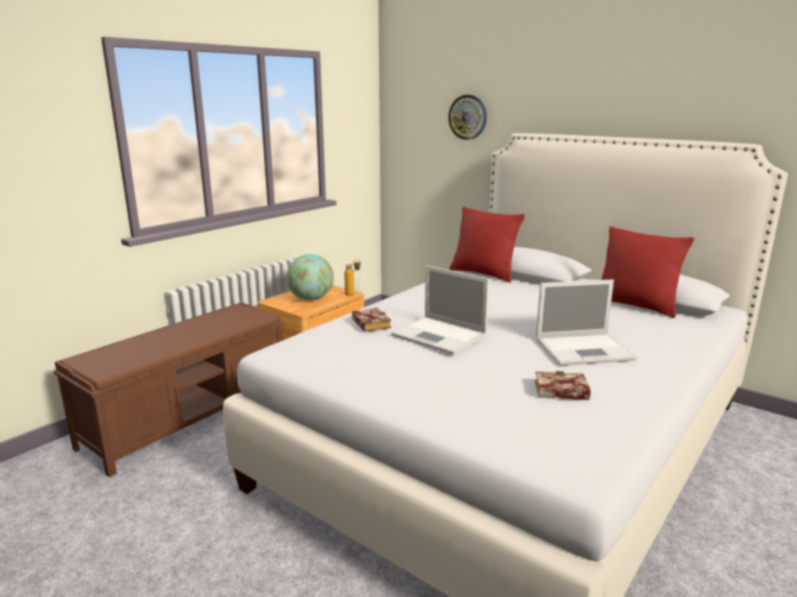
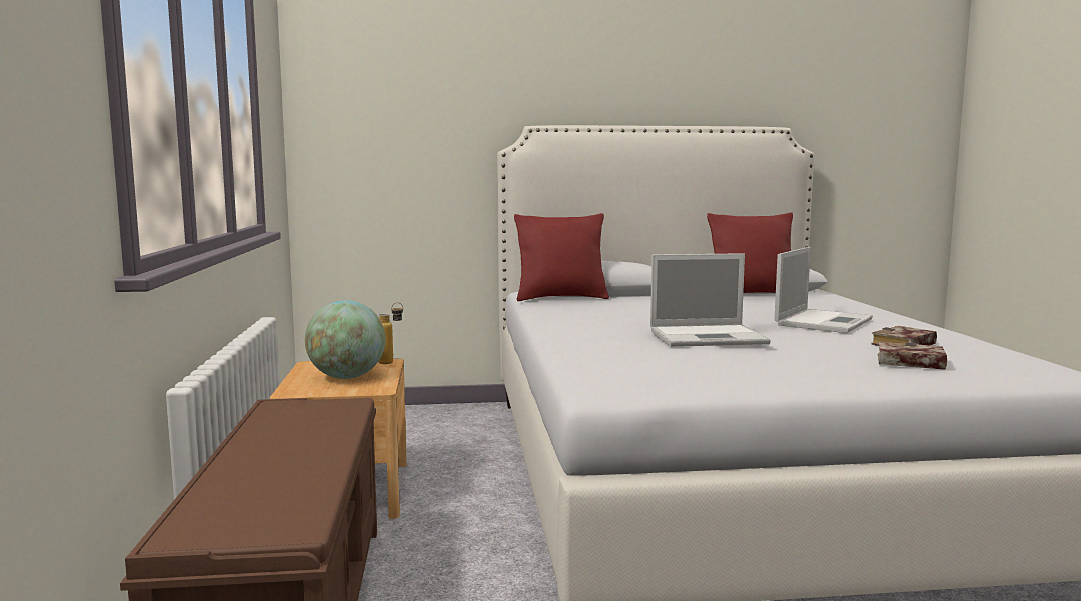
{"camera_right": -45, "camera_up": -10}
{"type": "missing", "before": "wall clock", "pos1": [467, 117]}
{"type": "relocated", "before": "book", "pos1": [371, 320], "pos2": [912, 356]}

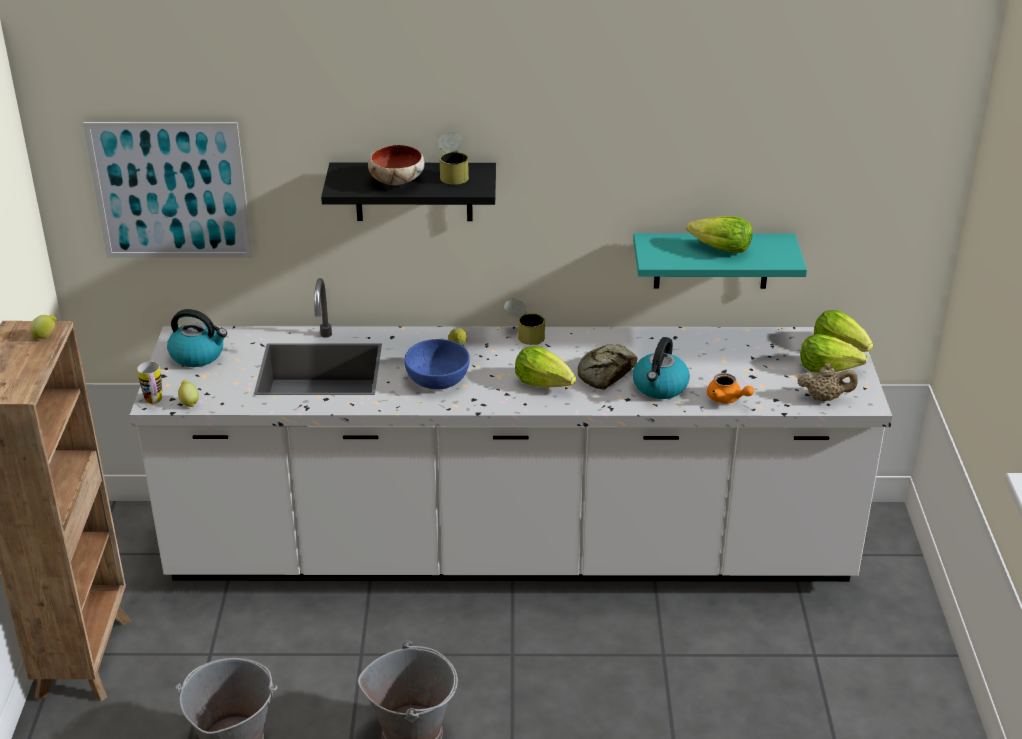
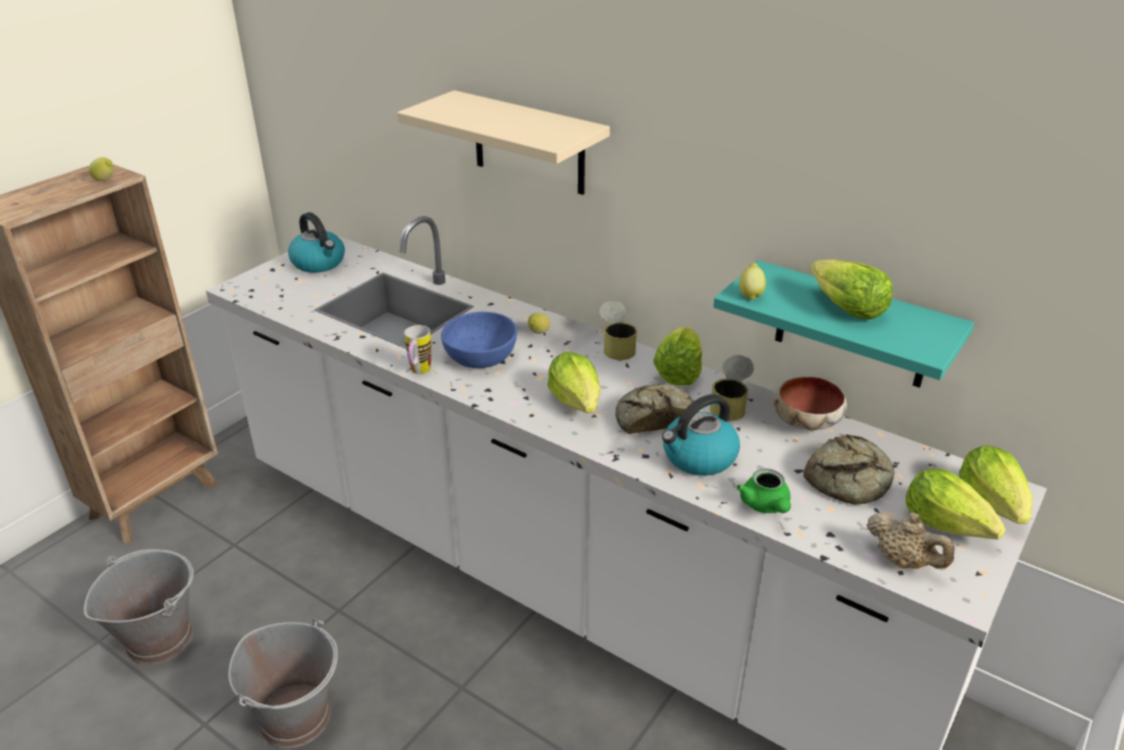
{"camera_right": 35, "camera_up": 0}
{"type": "missing", "before": "picture", "pos1": [168, 190]}
{"type": "relocated", "before": "can", "pos1": [453, 159], "pos2": [731, 388]}
{"type": "relocated", "before": "bowl", "pos1": [396, 165], "pos2": [810, 403]}
{"type": "colour", "before": "shelf in black", "after": "shelf in beige", "pos1": [408, 192], "pos2": [503, 142]}
{"type": "relocated", "before": "mug", "pos1": [149, 383], "pos2": [417, 349]}
{"type": "colour", "before": "teapot in orange", "after": "teapot in green", "pos1": [730, 388], "pos2": [763, 491]}
{"type": "relocated", "before": "lemon", "pos1": [188, 393], "pos2": [752, 281]}
{"type": "appeared", "after": "lettuce", "pos2": [677, 356]}
{"type": "appeared", "after": "bread", "pos2": [849, 469]}

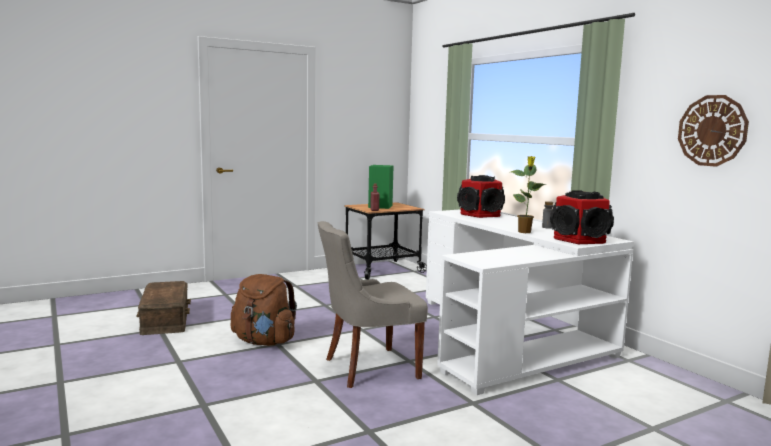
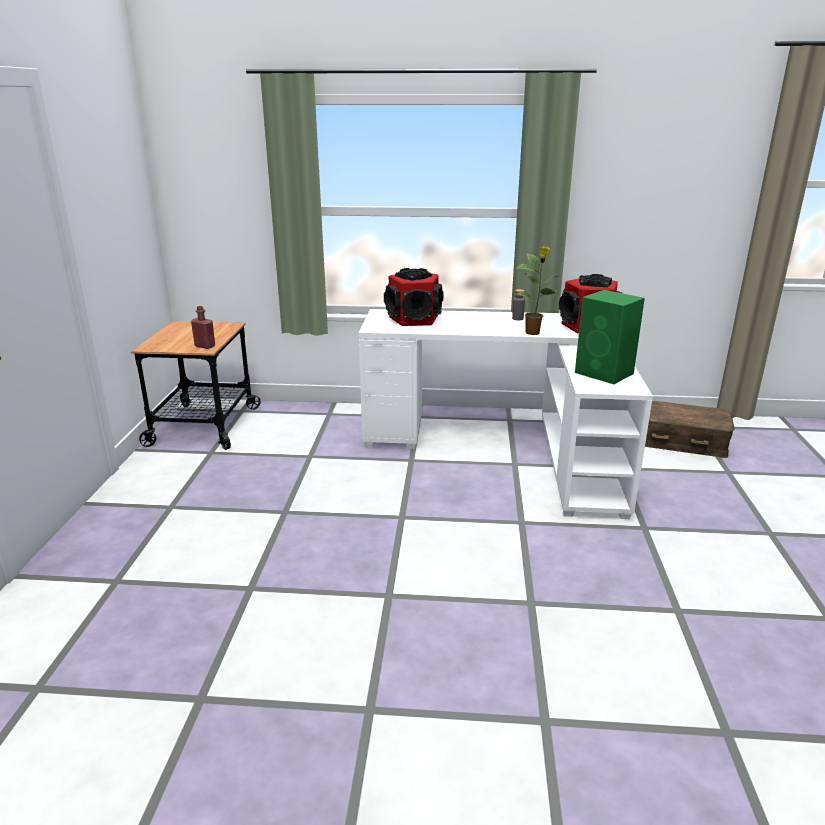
{"camera_right": -55, "camera_up": 15}
{"type": "missing", "before": "wall clock", "pos1": [713, 131]}
{"type": "relocated", "before": "speaker in green", "pos1": [380, 187], "pos2": [610, 337]}
{"type": "missing", "before": "chair in grey", "pos1": [373, 304]}
{"type": "missing", "before": "backpack in brown", "pos1": [264, 310]}
{"type": "relocated", "before": "storage box in brown", "pos1": [164, 308], "pos2": [690, 429]}

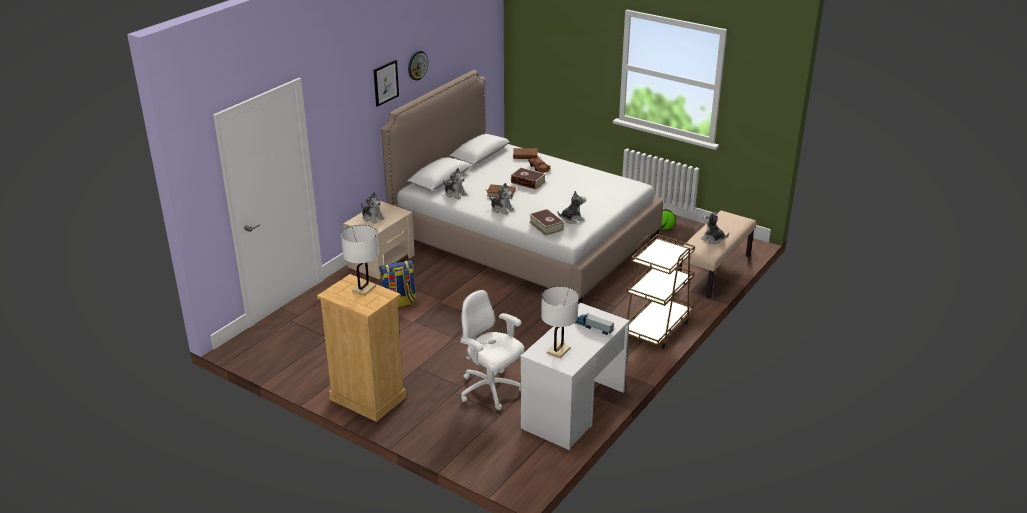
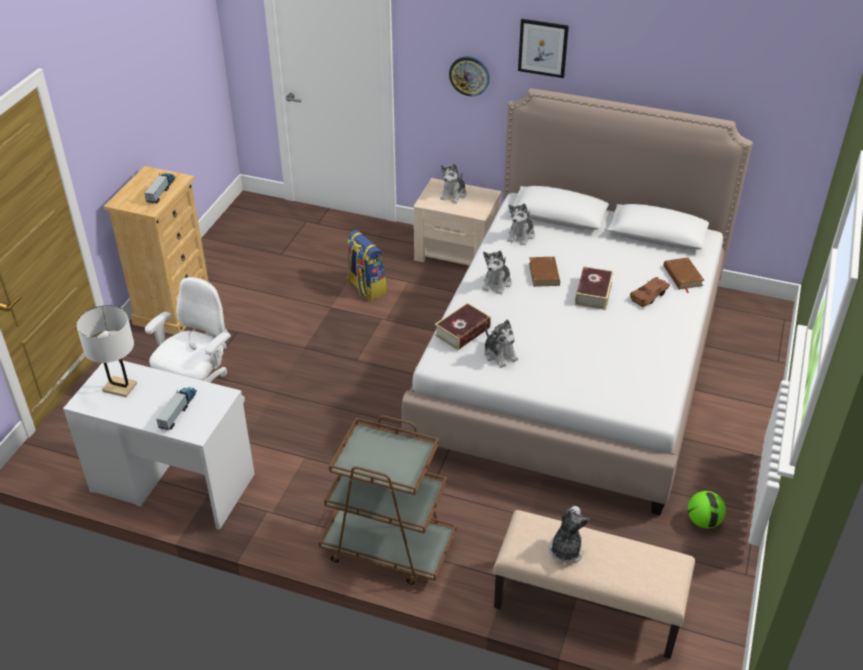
{"camera_right": 75, "camera_up": 10}
{"type": "relocated", "before": "wall clock", "pos1": [418, 66], "pos2": [469, 76]}
{"type": "exchanged", "before": "table lamp in white", "after": "toy truck", "pos1": [360, 260], "pos2": [160, 188]}

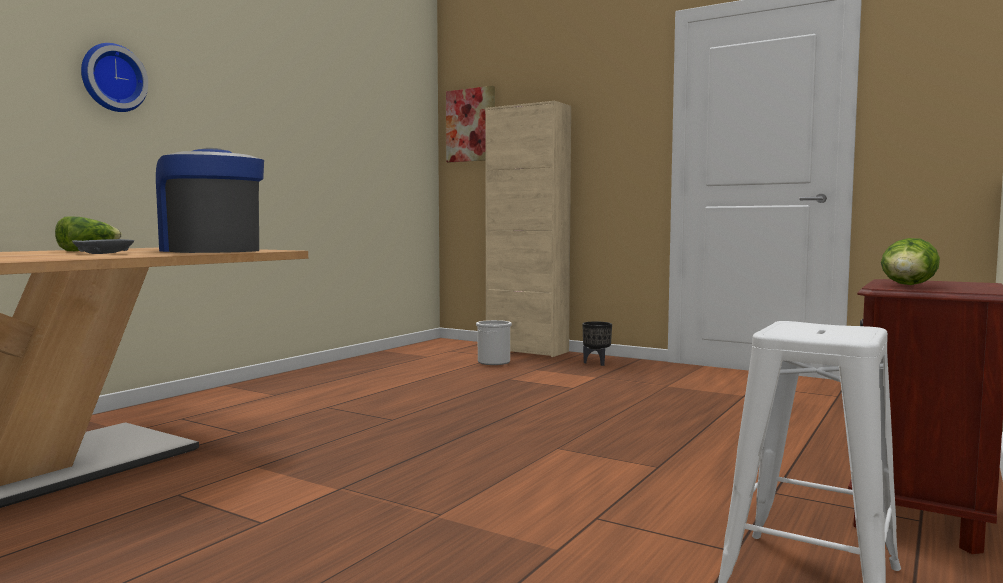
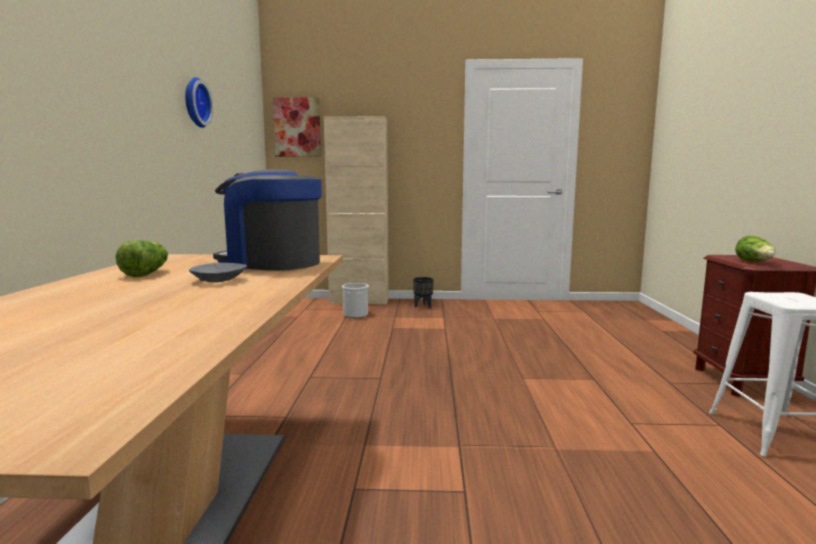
{"camera_right": -30, "camera_up": 5}
{"type": "relocated", "before": "wall clock", "pos1": [114, 77], "pos2": [199, 102]}

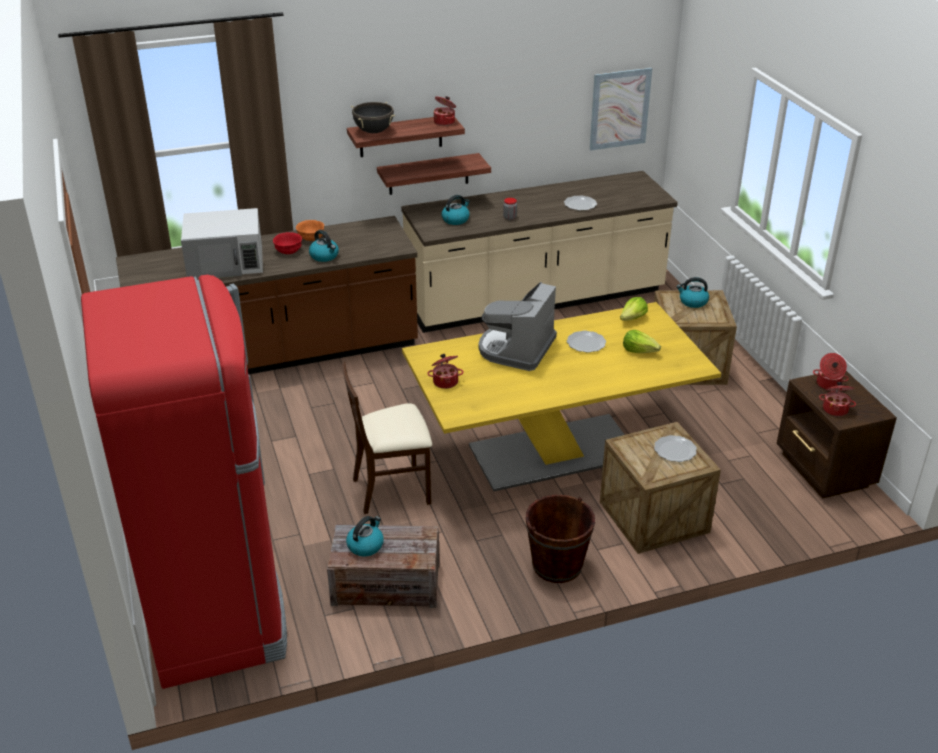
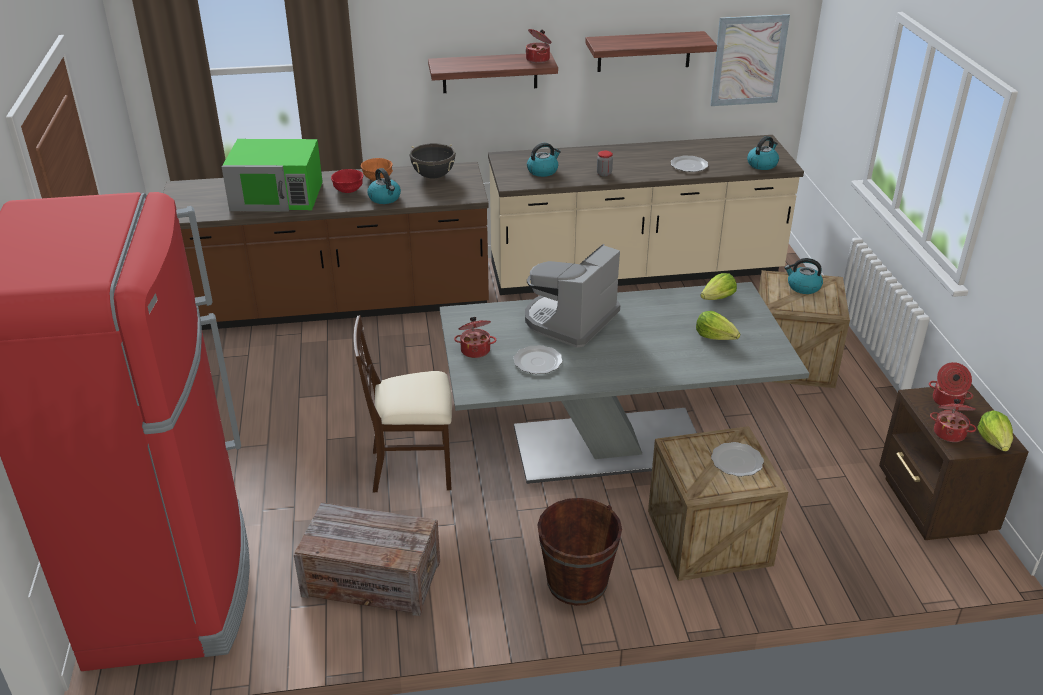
{"camera_right": 10, "camera_up": 0}
{"type": "relocated", "before": "cooking pot in black", "pos1": [373, 117], "pos2": [433, 161]}
{"type": "relocated", "before": "shelf", "pos1": [434, 174], "pos2": [651, 51]}
{"type": "colour", "before": "microwave in white", "after": "microwave in green", "pos1": [222, 243], "pos2": [272, 175]}
{"type": "colour", "before": "dining table in yellow", "after": "dining table in grey", "pos1": [561, 396], "pos2": [624, 383]}
{"type": "relocated", "before": "plate", "pos1": [586, 341], "pos2": [538, 359]}
{"type": "relocated", "before": "kettle", "pos1": [365, 536], "pos2": [763, 153]}
{"type": "appeared", "after": "lettuce", "pos2": [995, 430]}

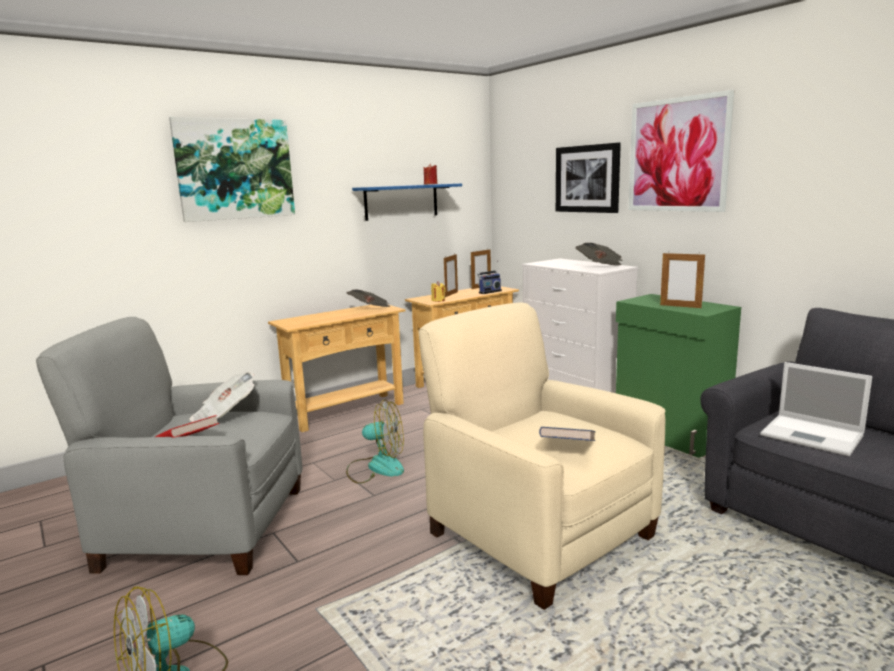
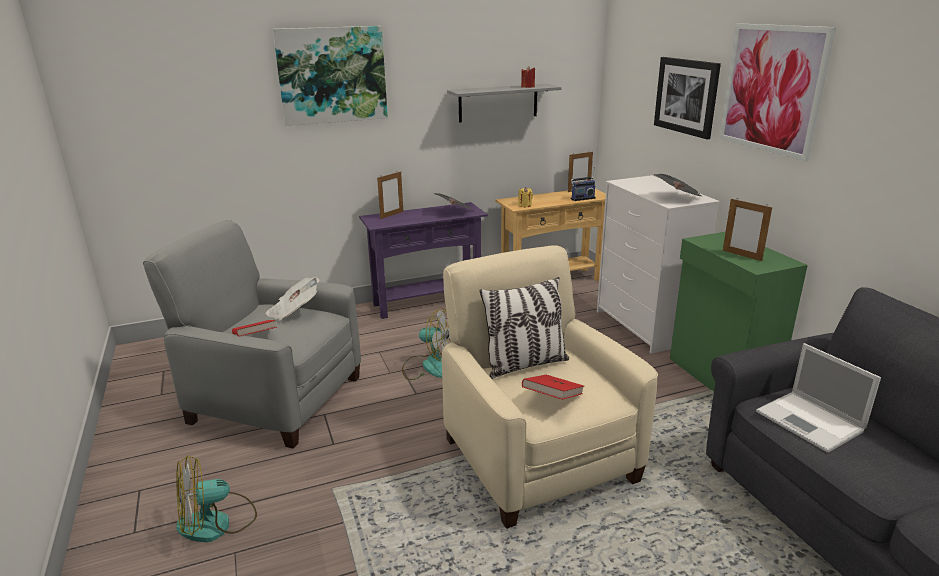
{"camera_right": 15, "camera_up": 10}
{"type": "colour", "before": "shelf in blue", "after": "shelf in grey", "pos1": [407, 202], "pos2": [504, 103]}
{"type": "relocated", "before": "picture frame", "pos1": [451, 275], "pos2": [390, 195]}
{"type": "colour", "before": "console table in beige", "after": "console table in purple", "pos1": [337, 368], "pos2": [423, 260]}
{"type": "colour", "before": "book in blue", "after": "book in red", "pos1": [567, 434], "pos2": [553, 387]}
{"type": "appeared", "after": "pillow", "pos2": [524, 328]}

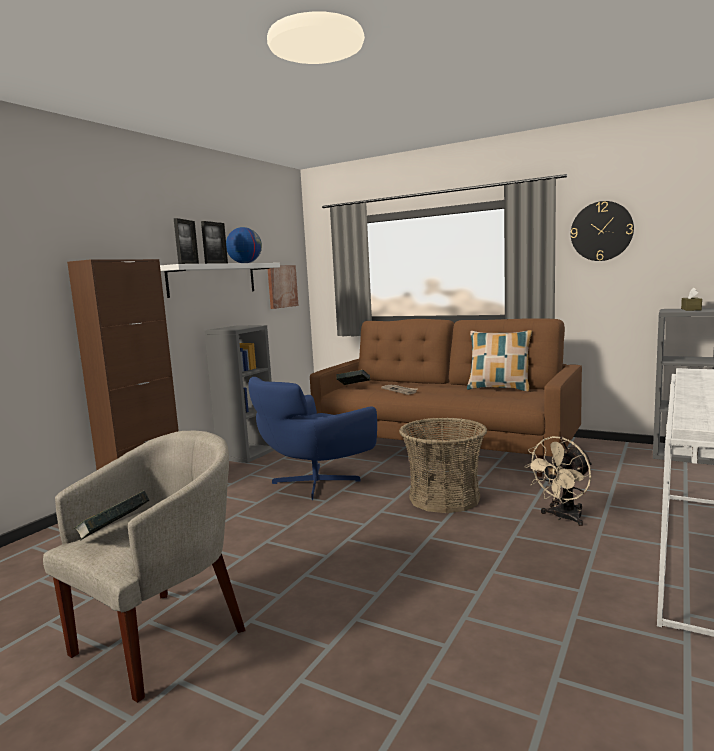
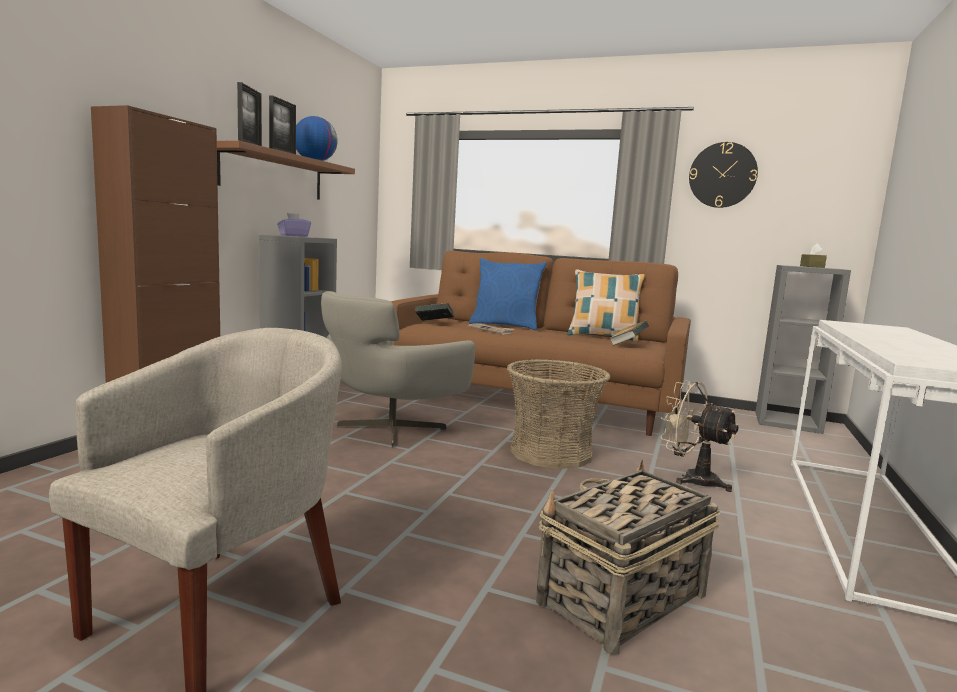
{"camera_right": -10, "camera_up": 0}
{"type": "colour", "before": "shelf in white", "after": "shelf in brown", "pos1": [220, 280], "pos2": [286, 170]}
{"type": "missing", "before": "picture", "pos1": [283, 287]}
{"type": "colour", "before": "armchair in blue", "after": "armchair in grey", "pos1": [312, 438], "pos2": [398, 369]}
{"type": "spun", "before": "fan in beige", "pos1": [558, 481], "pos2": [699, 436], "turn": 90}
{"type": "relocated", "before": "book", "pos1": [111, 516], "pos2": [629, 333]}
{"type": "appeared", "after": "tissue box in purple", "pos2": [294, 225]}
{"type": "appeared", "after": "pillow in blue", "pos2": [508, 294]}
{"type": "appeared", "after": "basket", "pos2": [628, 557]}

